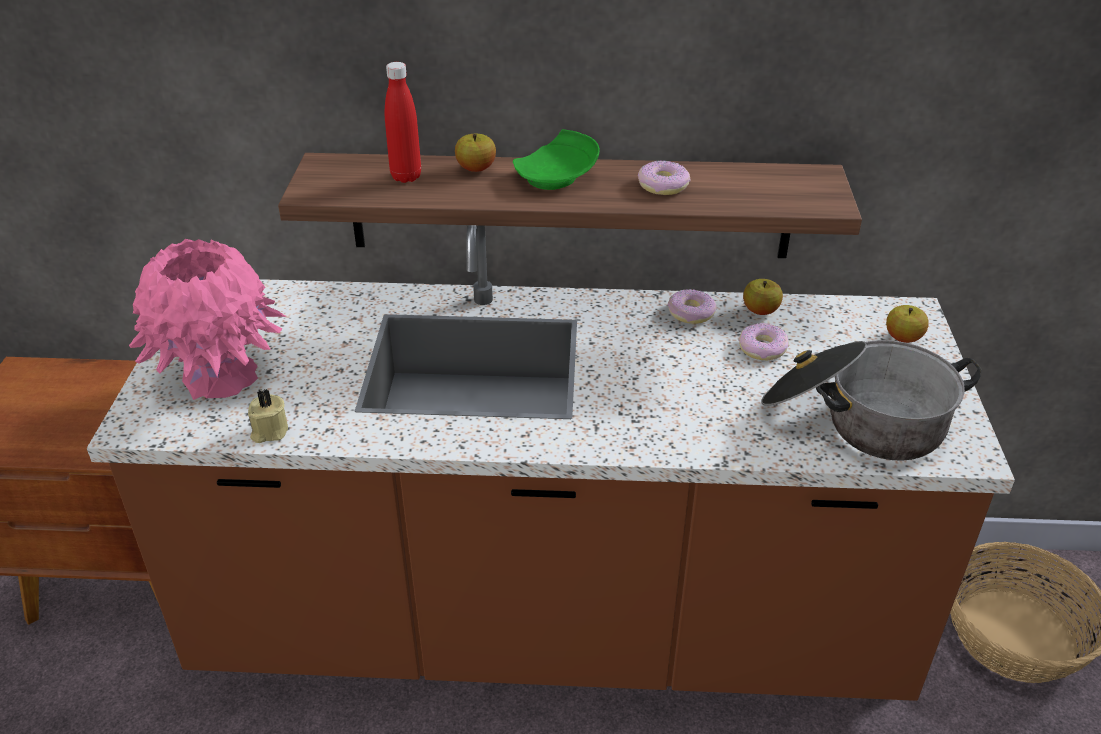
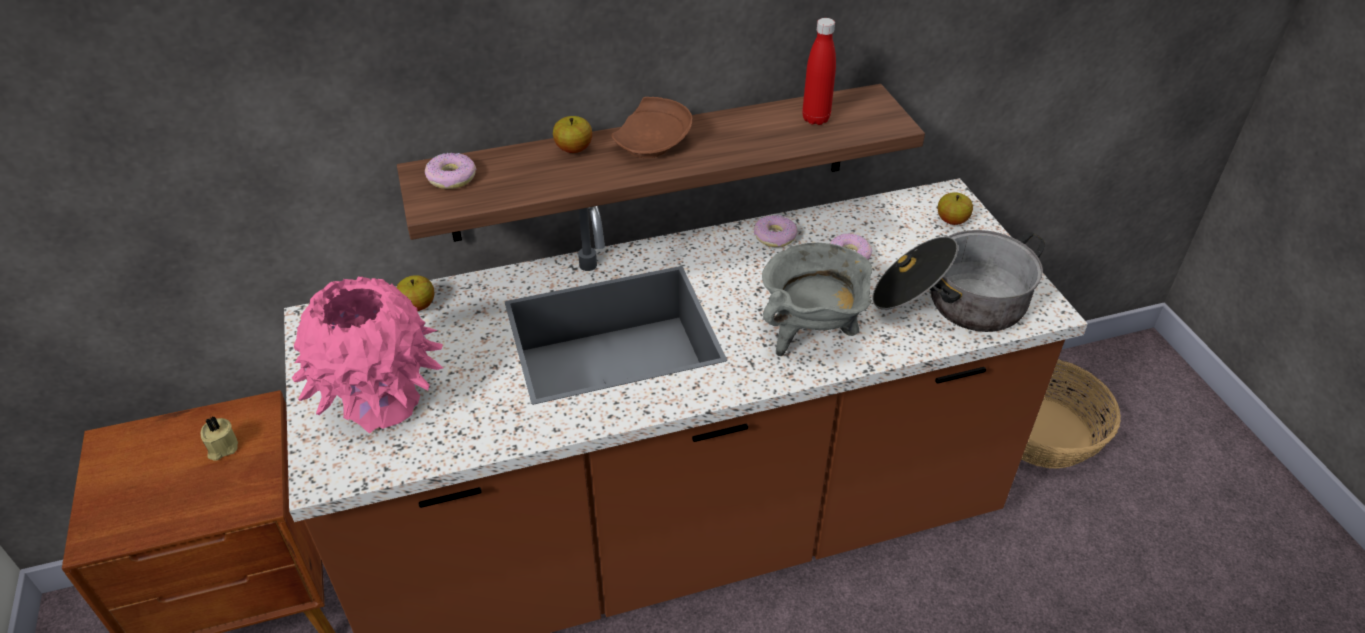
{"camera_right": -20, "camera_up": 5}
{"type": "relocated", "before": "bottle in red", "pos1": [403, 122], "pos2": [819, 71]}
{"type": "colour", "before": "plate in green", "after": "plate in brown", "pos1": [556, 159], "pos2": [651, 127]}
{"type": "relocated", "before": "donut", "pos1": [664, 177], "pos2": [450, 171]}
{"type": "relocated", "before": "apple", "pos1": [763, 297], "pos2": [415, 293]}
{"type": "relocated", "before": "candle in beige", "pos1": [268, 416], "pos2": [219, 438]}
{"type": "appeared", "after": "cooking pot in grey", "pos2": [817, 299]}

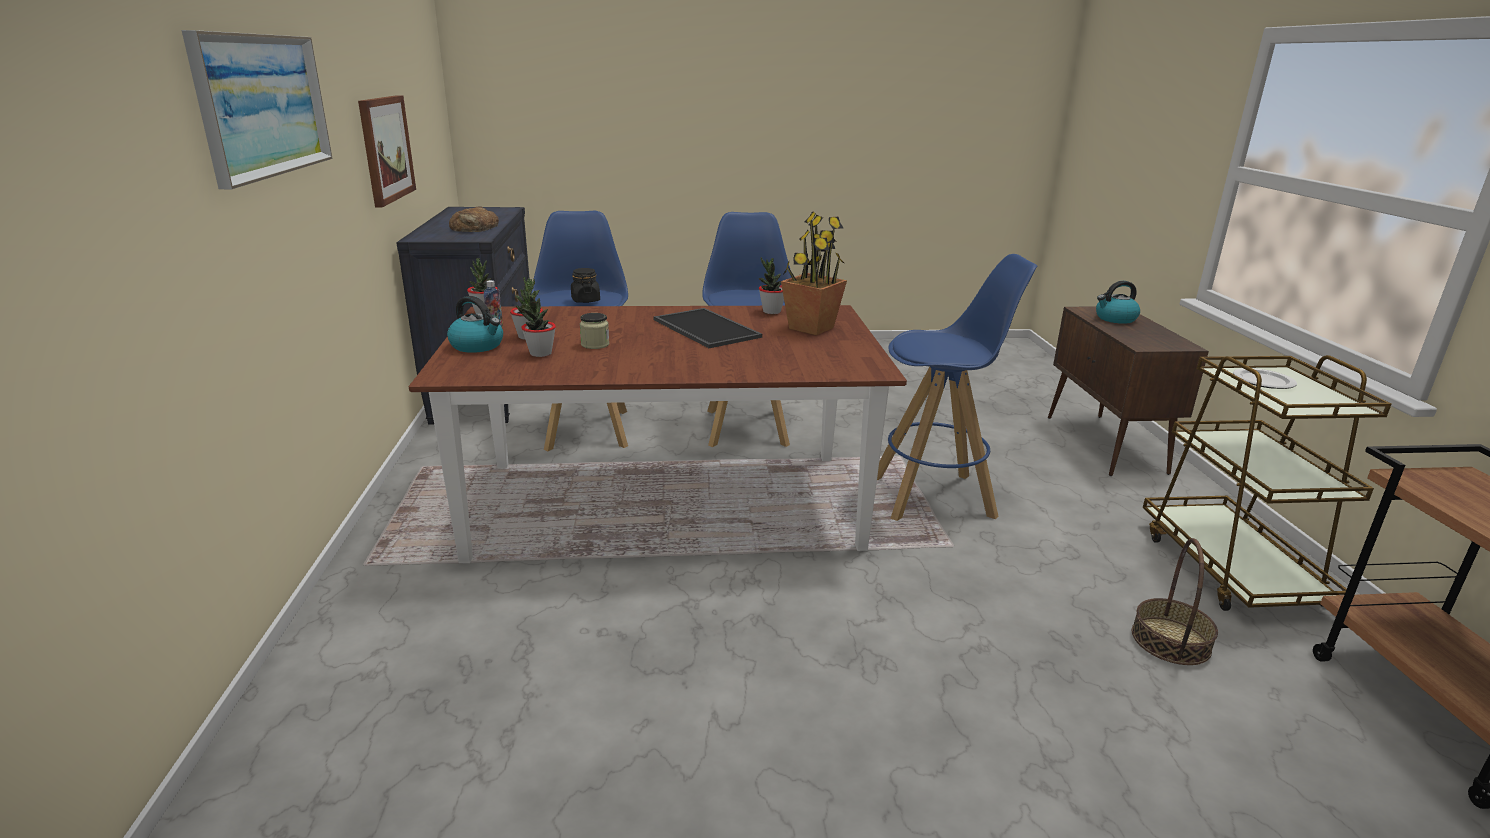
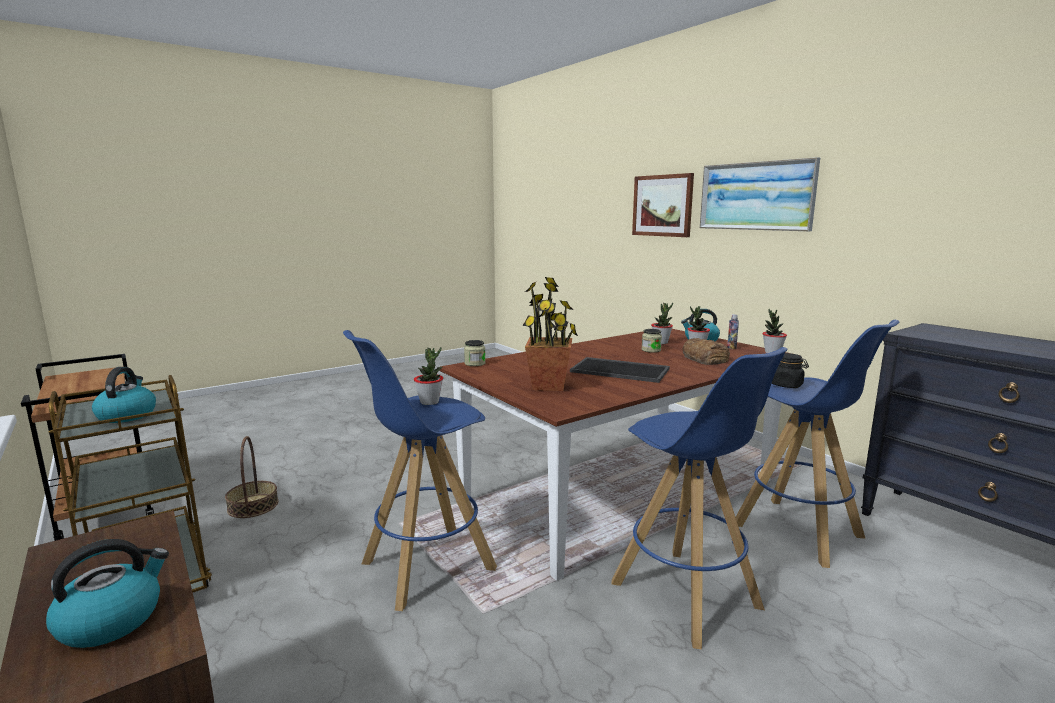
{"camera_right": 150, "camera_up": -10}
{"type": "relocated", "before": "picture", "pos1": [387, 151], "pos2": [663, 205]}
{"type": "relocated", "before": "bread", "pos1": [474, 219], "pos2": [706, 351]}
{"type": "relocated", "before": "potted plant", "pos1": [771, 285], "pos2": [428, 376]}
{"type": "exchanged", "before": "plate", "after": "kettle", "pos1": [1265, 378], "pos2": [124, 395]}
{"type": "appeared", "after": "jar", "pos2": [475, 353]}

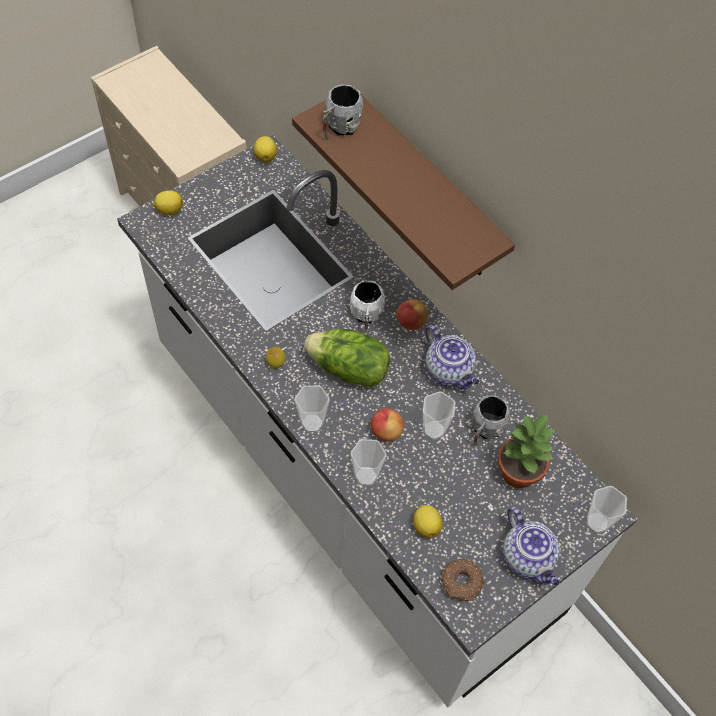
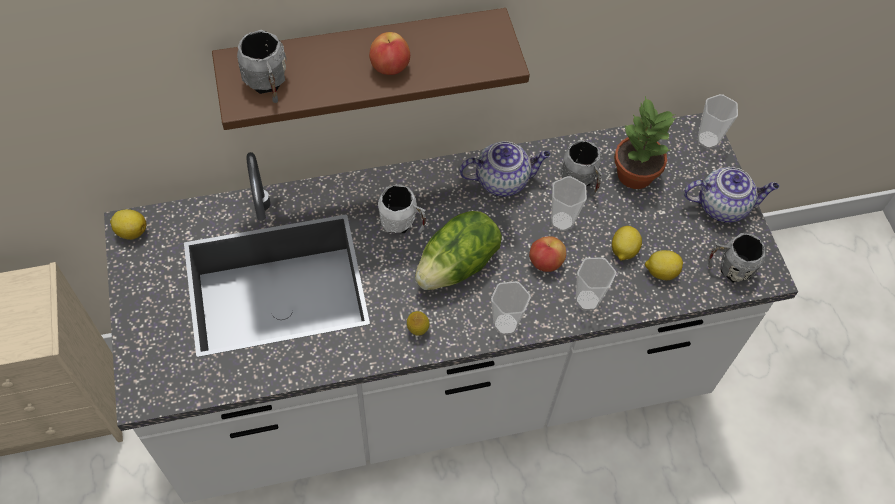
{"camera_right": -65, "camera_up": 0}
{"type": "relocated", "before": "lemon", "pos1": [168, 202], "pos2": [627, 243]}
{"type": "relocated", "before": "apple", "pos1": [412, 315], "pos2": [389, 53]}
{"type": "exchanged", "before": "donut", "after": "mug in grey", "pos1": [462, 580], "pos2": [736, 258]}

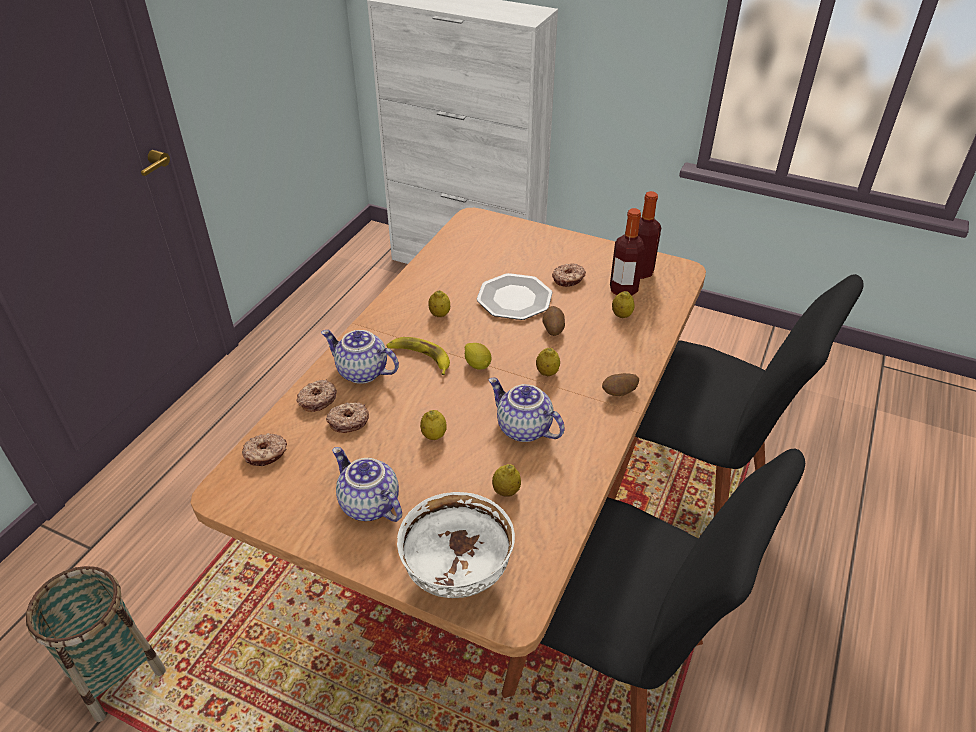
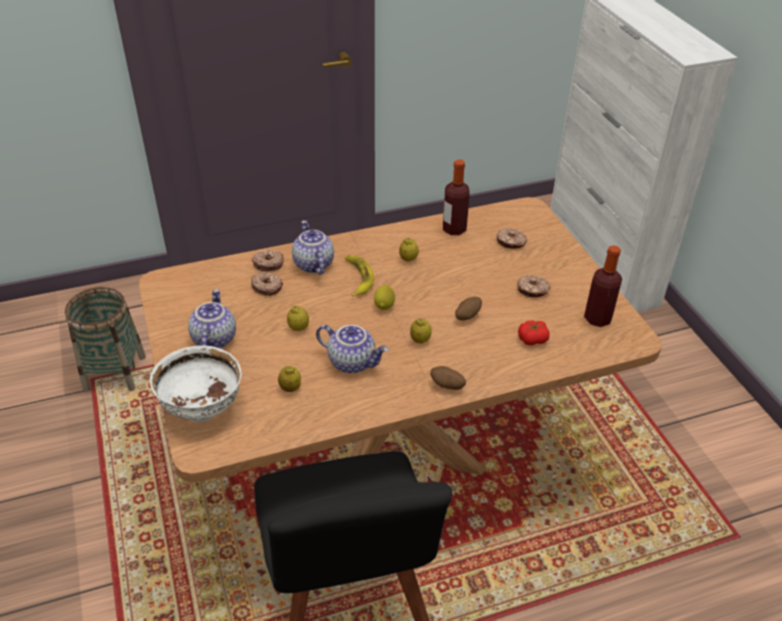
{"camera_right": 45, "camera_up": 0}
{"type": "relocated", "before": "bottle", "pos1": [627, 252], "pos2": [456, 197]}
{"type": "missing", "before": "plate", "pos1": [515, 296]}
{"type": "missing", "before": "chair in black", "pos1": [736, 395]}
{"type": "exchanged", "before": "lemon", "after": "tomato", "pos1": [623, 304], "pos2": [534, 332]}
{"type": "spun", "before": "teapot", "pos1": [527, 410], "pos2": [352, 349], "turn": 120}
{"type": "relocated", "before": "donut", "pos1": [264, 449], "pos2": [511, 238]}

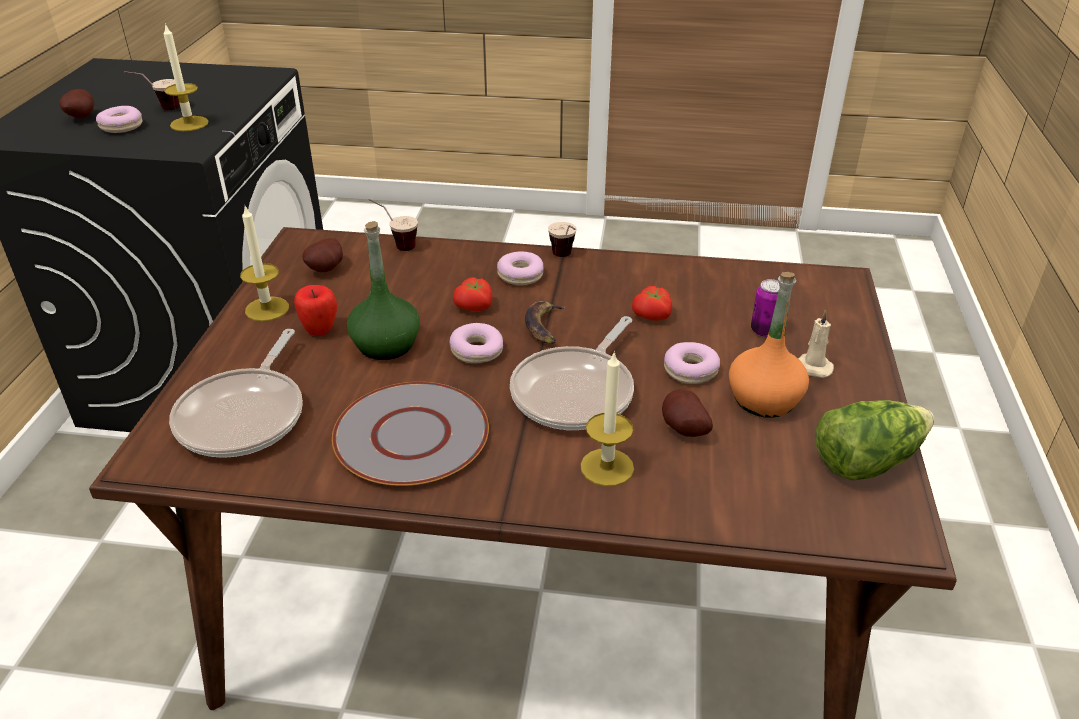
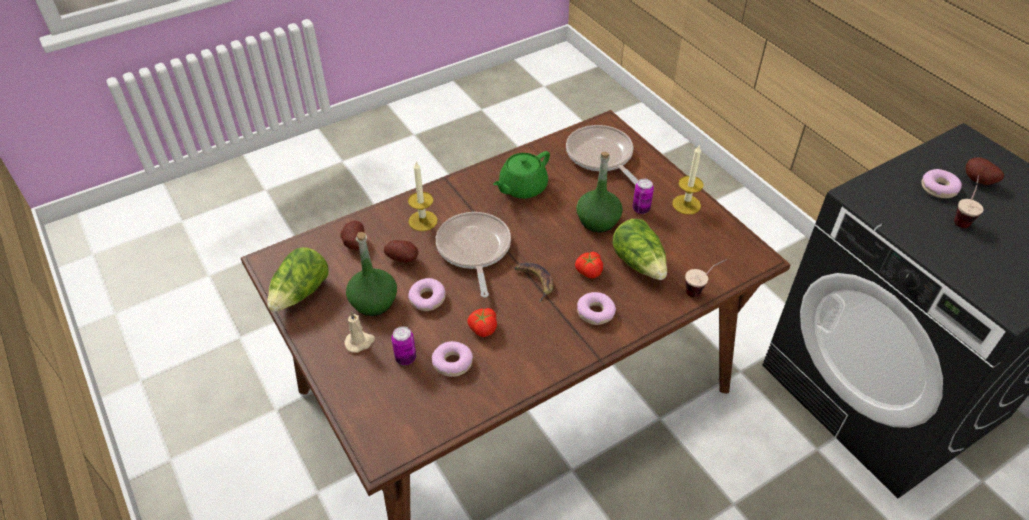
{"camera_right": 140, "camera_up": 10}
{"type": "missing", "before": "candle", "pos1": [186, 77]}
{"type": "missing", "before": "cup", "pos1": [562, 239]}
{"type": "relocated", "before": "potato", "pos1": [322, 255], "pos2": [352, 235]}
{"type": "colour", "before": "bottle in orange", "after": "bottle in green", "pos1": [769, 345], "pos2": [371, 274]}
{"type": "exchanged", "before": "apple", "after": "can", "pos1": [315, 310], "pos2": [643, 196]}
{"type": "relocated", "before": "donut", "pos1": [476, 343], "pos2": [452, 359]}
{"type": "exchanged", "before": "plate in grey", "after": "teapot in green", "pos1": [410, 434], "pos2": [521, 175]}
{"type": "appeared", "after": "lettuce", "pos2": [639, 249]}

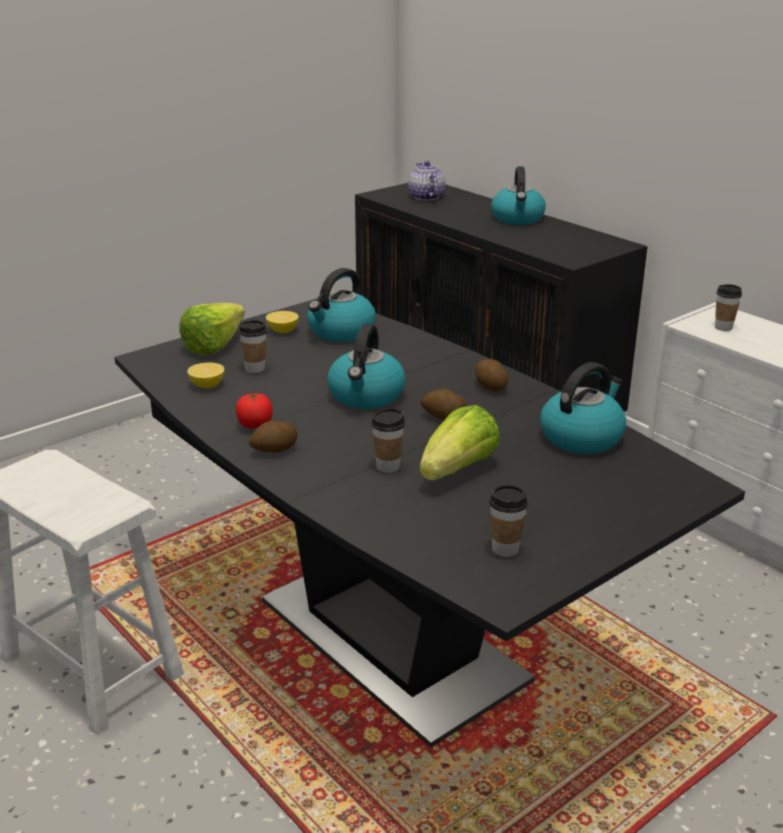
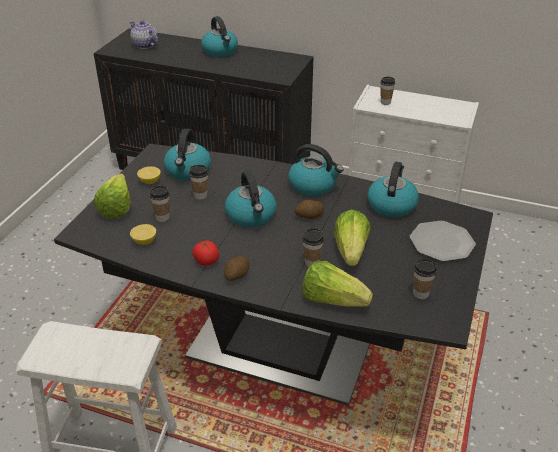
{"camera_right": -30, "camera_up": 10}
{"type": "exchanged", "before": "potato", "after": "kettle", "pos1": [491, 375], "pos2": [315, 170]}
{"type": "appeared", "after": "cup", "pos2": [198, 182]}
{"type": "appeared", "after": "plate", "pos2": [443, 241]}
{"type": "appeared", "after": "lettuce", "pos2": [337, 284]}

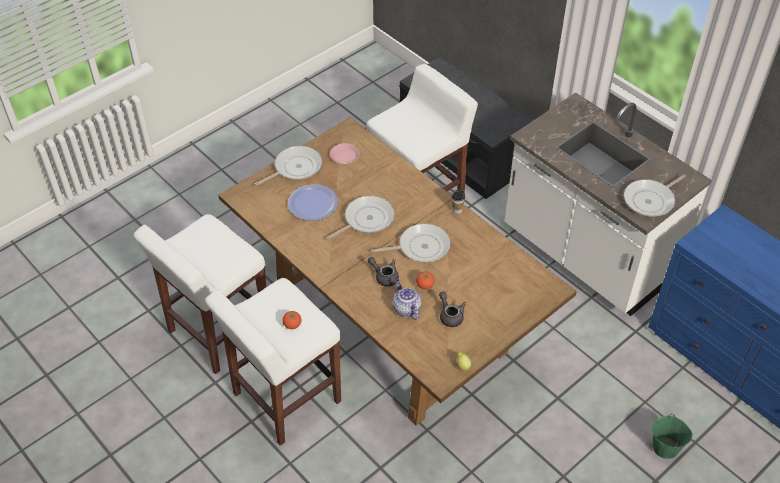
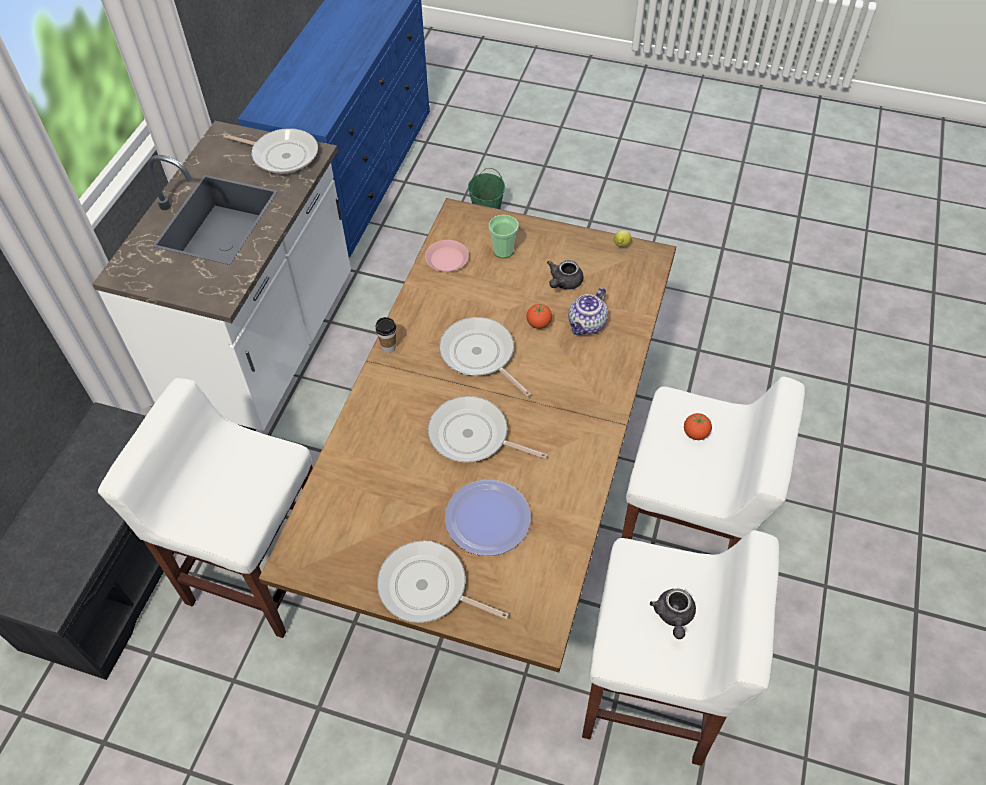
{"camera_right": -120, "camera_up": 5}
{"type": "relocated", "before": "plate in pink", "pos1": [345, 153], "pos2": [447, 256]}
{"type": "relocated", "before": "teapot in grey", "pos1": [383, 272], "pos2": [673, 614]}
{"type": "appeared", "after": "cup", "pos2": [504, 236]}

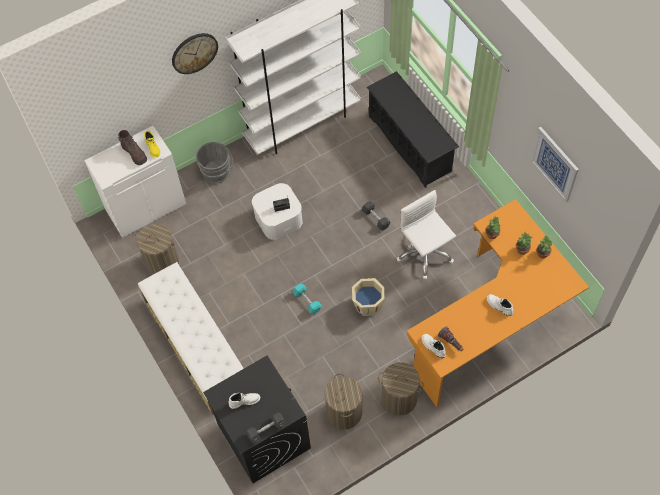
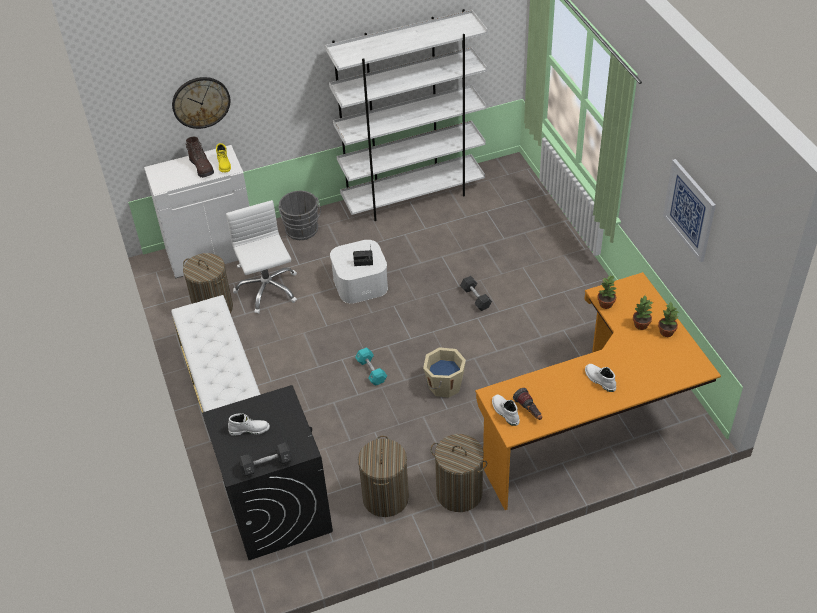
{"camera_right": 10, "camera_up": -15}
{"type": "relocated", "before": "wall clock", "pos1": [195, 53], "pos2": [201, 103]}
{"type": "missing", "before": "shoe rack in black", "pos1": [413, 129]}
{"type": "relocated", "before": "office chair in white", "pos1": [426, 234], "pos2": [261, 257]}

